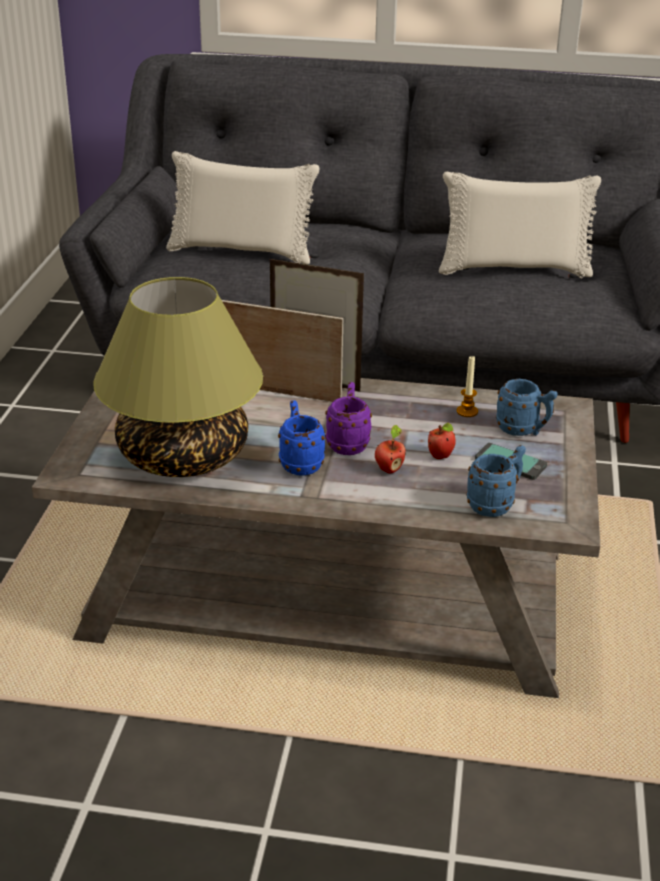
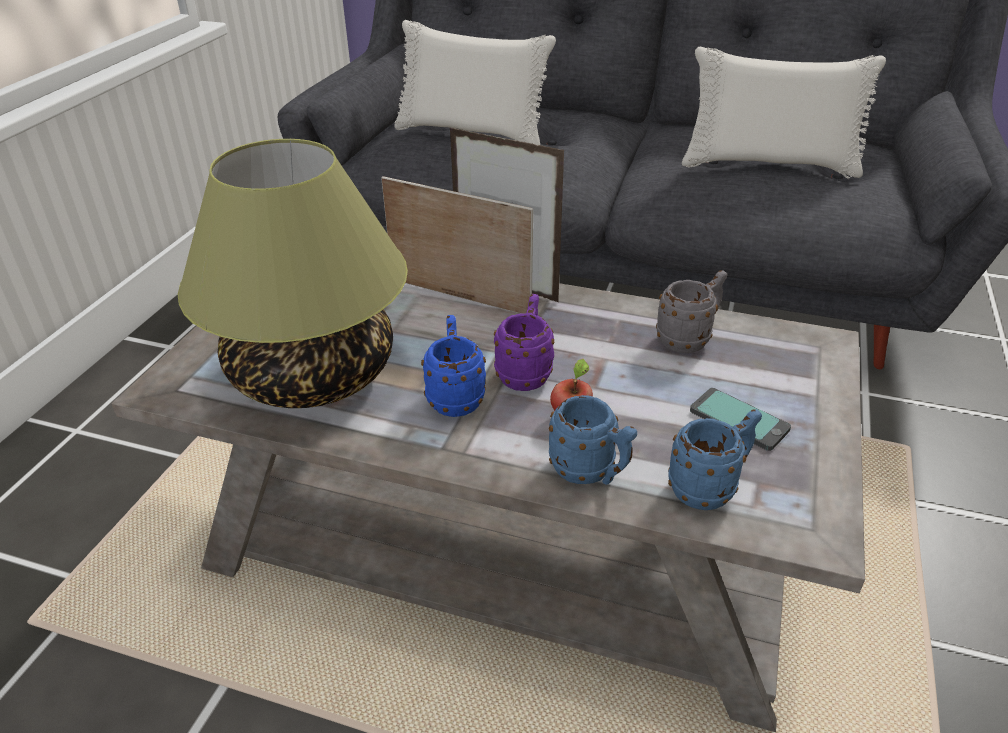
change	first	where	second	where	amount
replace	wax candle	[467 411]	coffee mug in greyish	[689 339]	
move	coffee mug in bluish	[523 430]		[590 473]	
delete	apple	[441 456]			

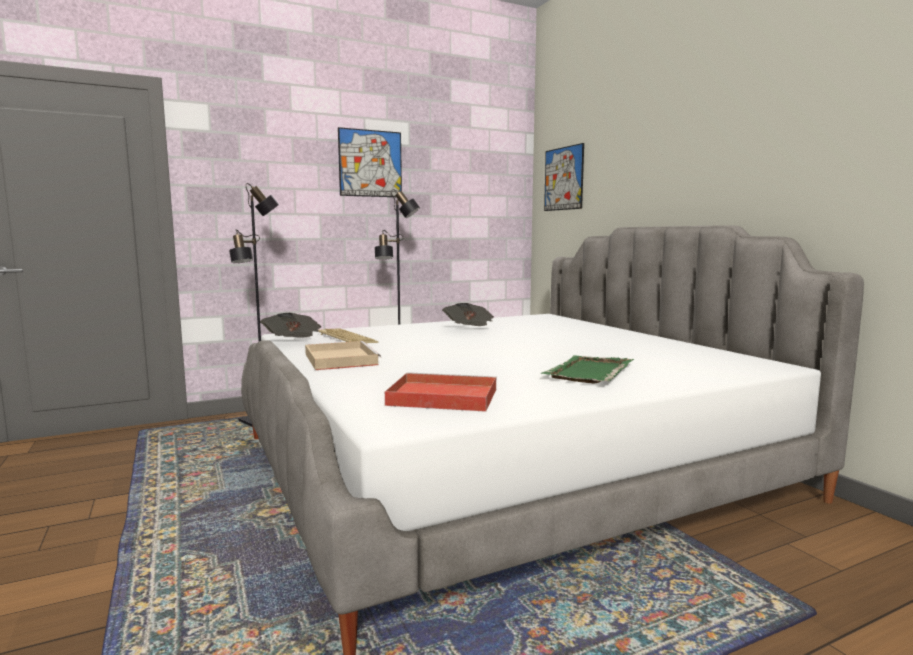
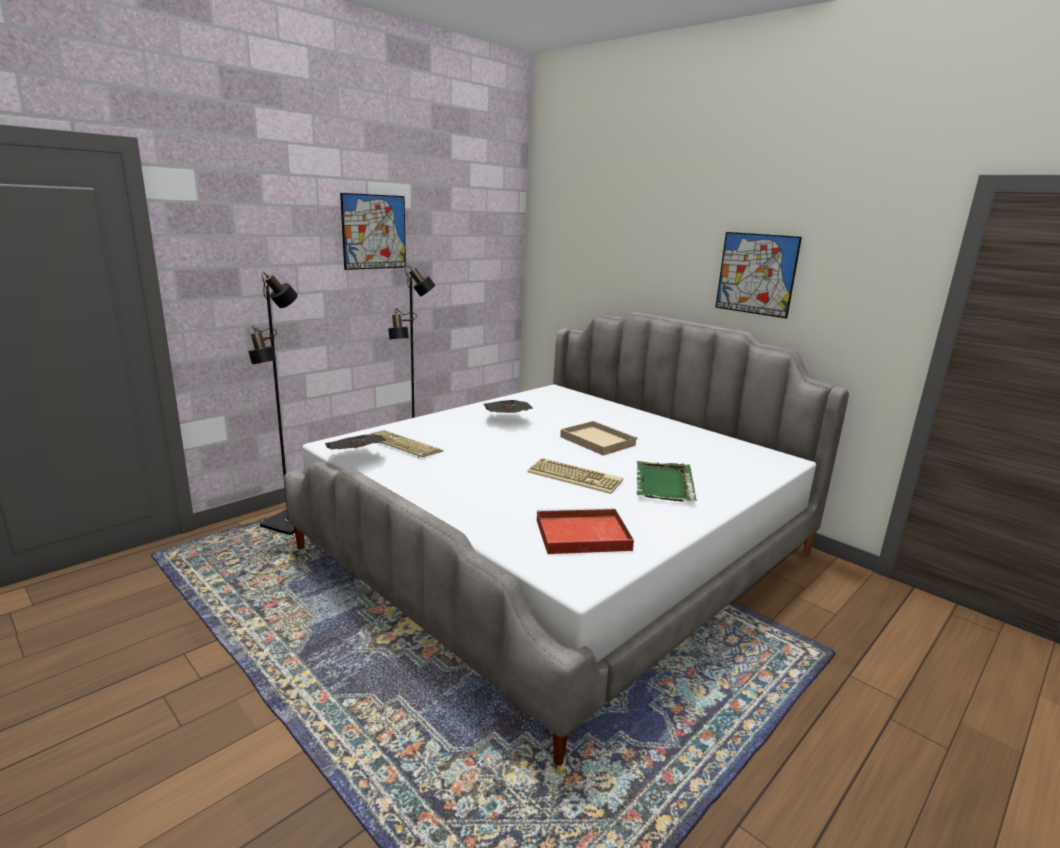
change	first	where	second	where	amount
move	wall picture	[563 178]		[756 274]	
move	carrying tray in sand-coloured	[340 359]		[596 440]	
insert			computer keyboard	[576 476]	

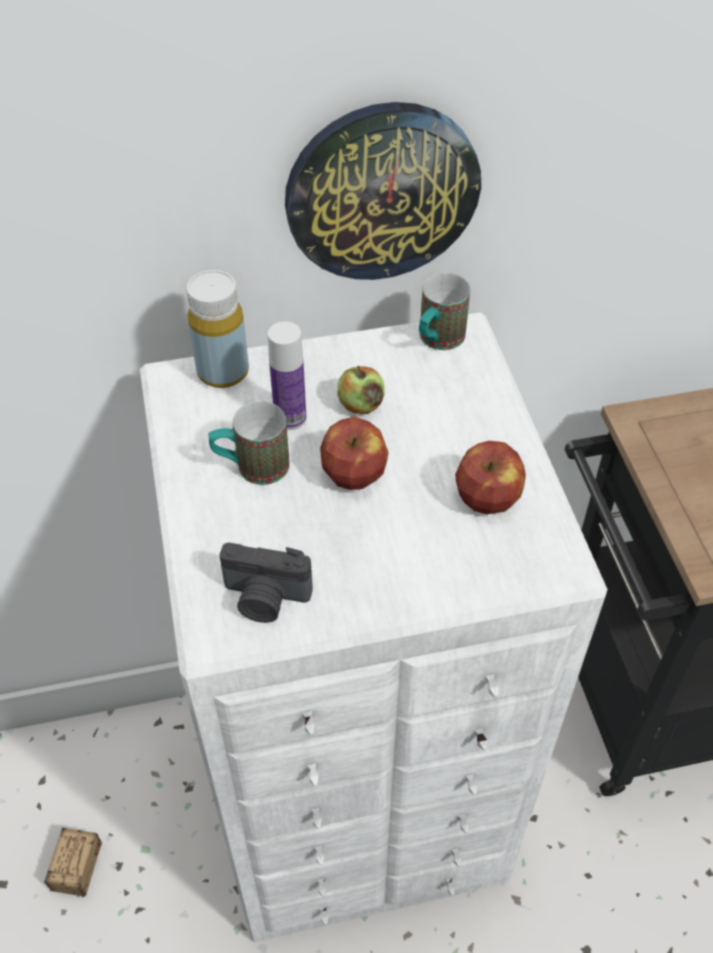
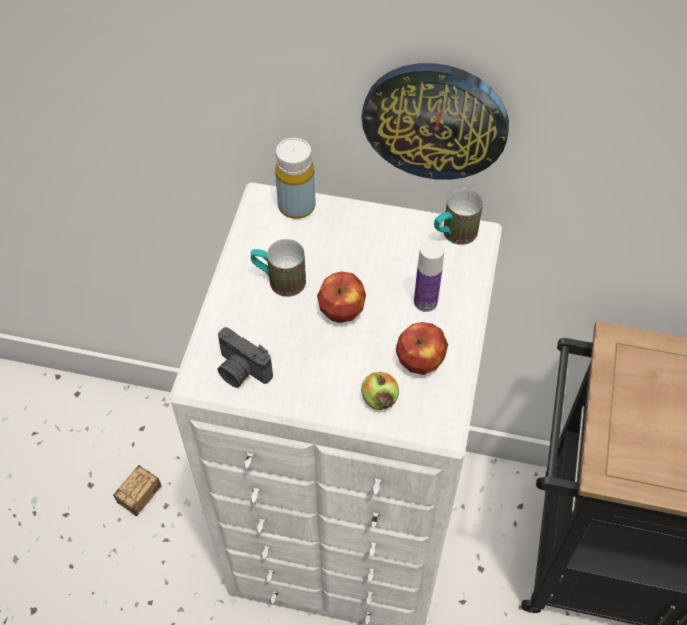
change	first	where	second	where	amount
move	bottle	[290 418]		[425 302]	
move	apple	[360 405]		[379 399]	

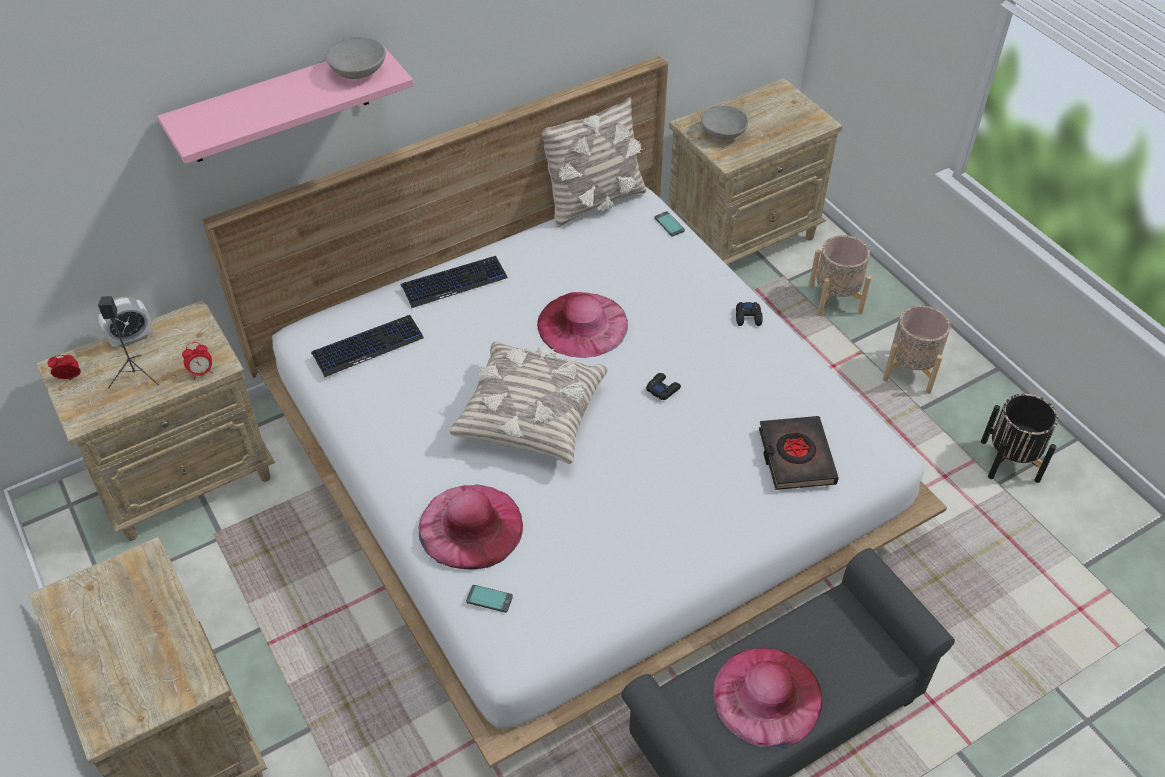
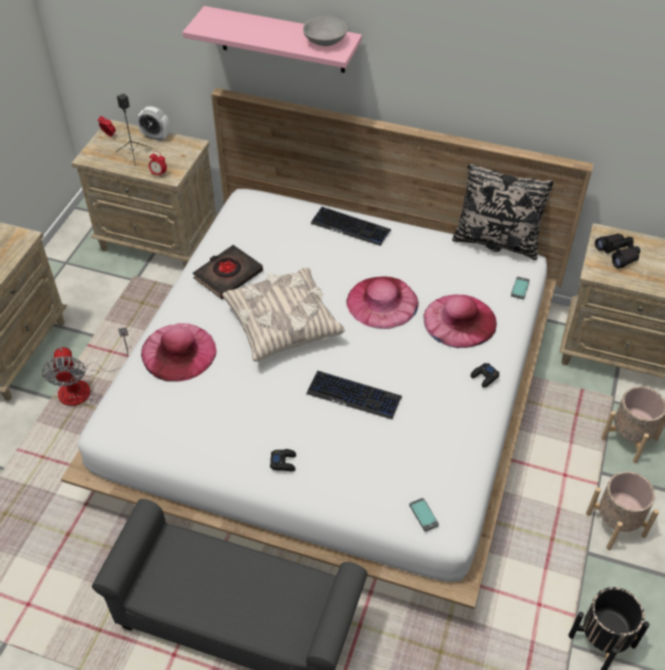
change	first	where	second	where	amount
recolor	pillow in sand-coloured	[594 202]	pillow in black-coloured	[496 242]	
replace	serving bowl in greyish	[723 133]	field glasses in black-coloured	[618 254]	
move	computer keyboard	[368 346]		[354 395]	
move	game controller in black-coloured	[663 389]		[283 462]	
move	book in black-coloured	[796 457]		[228 275]	
move	phone	[489 599]		[424 515]	
move	wearable hat in pinkish	[767 696]		[459 320]	
insert			electric fan	[84 386]	

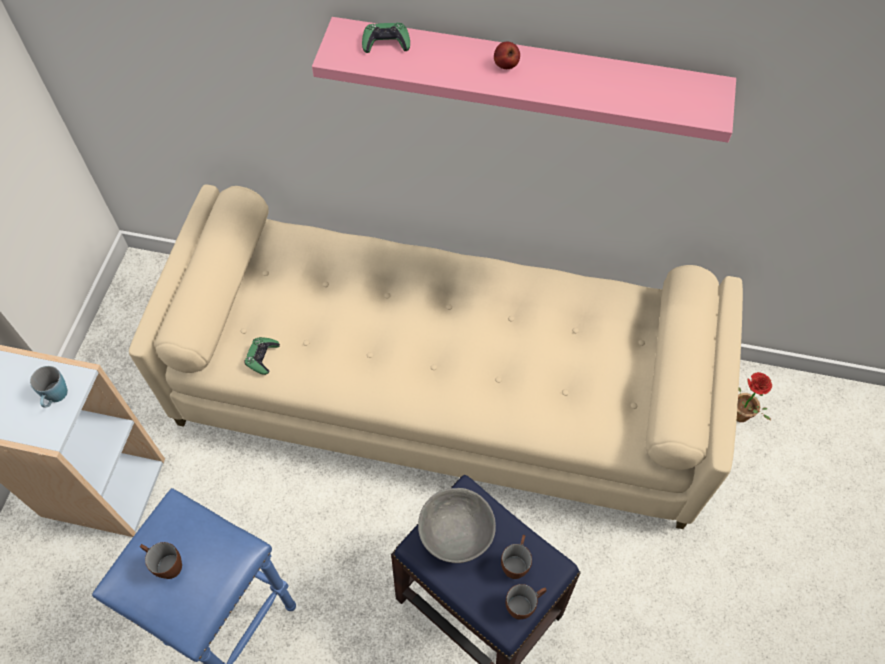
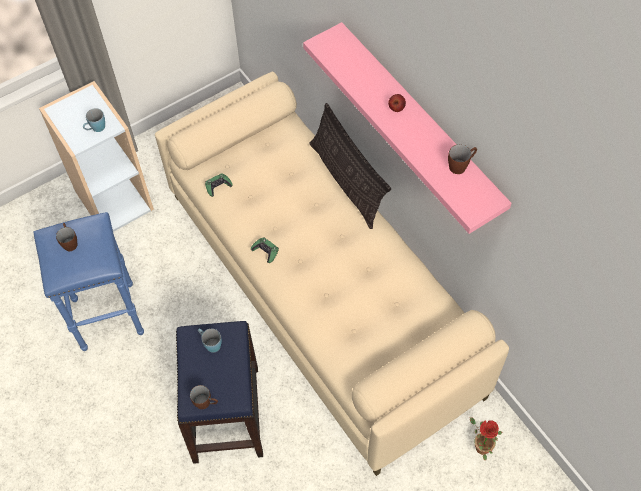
change	first	where	second	where	amount
move	game controller in greenish	[386 42]		[265 251]	
replace	serving bowl in greyish	[455 534]	coffee mug in bluish	[210 343]	
move	coffee mug in brownish	[516 562]		[461 165]	
insert			pillow	[347 182]	

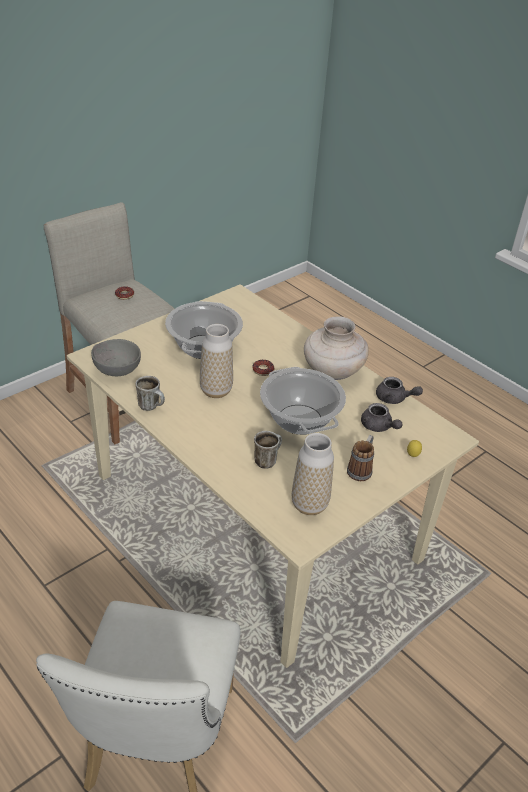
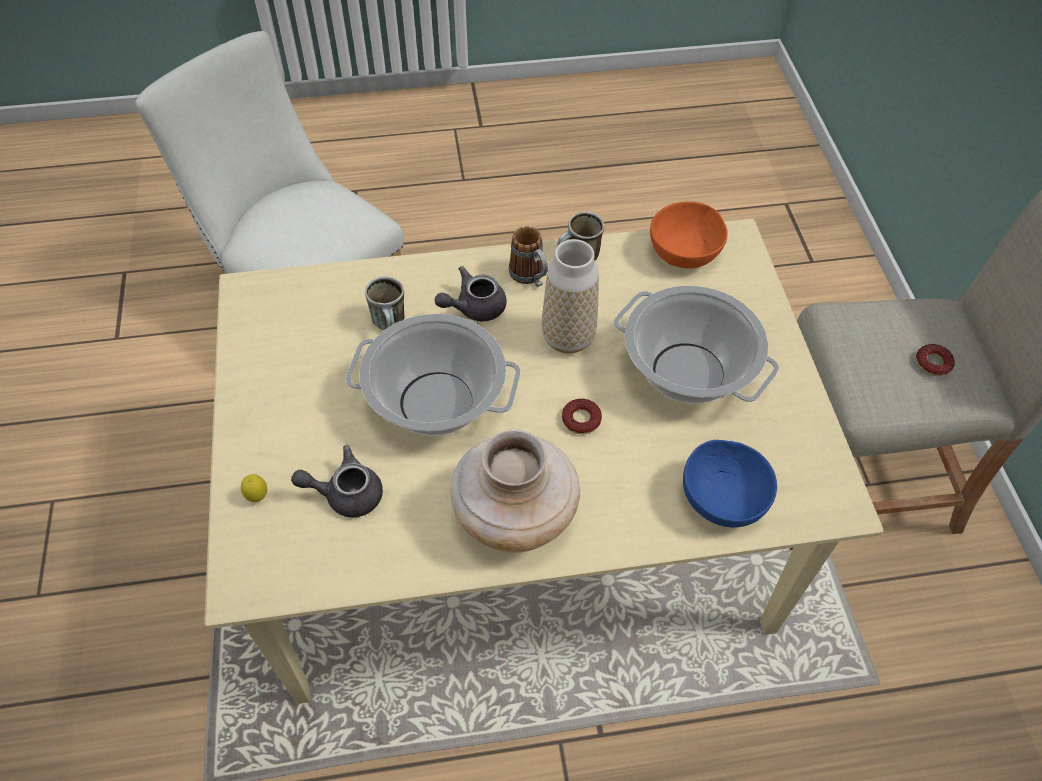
change	first	where	second	where	amount
recolor	serving bowl in greyish	[116 369]	serving bowl in orange-coloured	[686 253]	
move	tea pot in greyish	[394 399]		[474 307]	
delete	flower vase	[309 505]			
move	coffee mug	[361 469]		[530 277]	
insert			serving bowl in bluish	[722 497]	

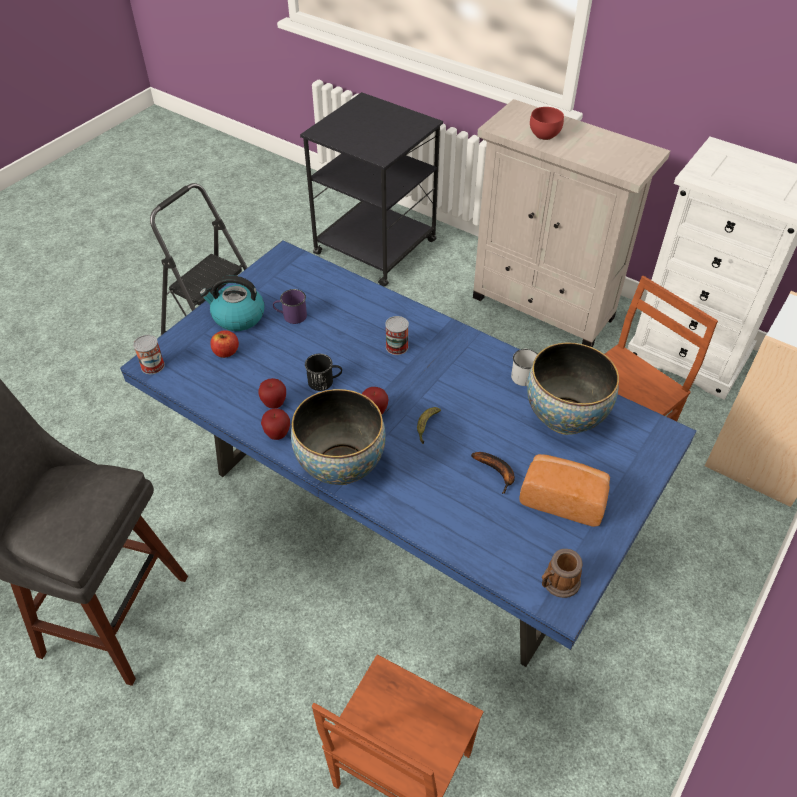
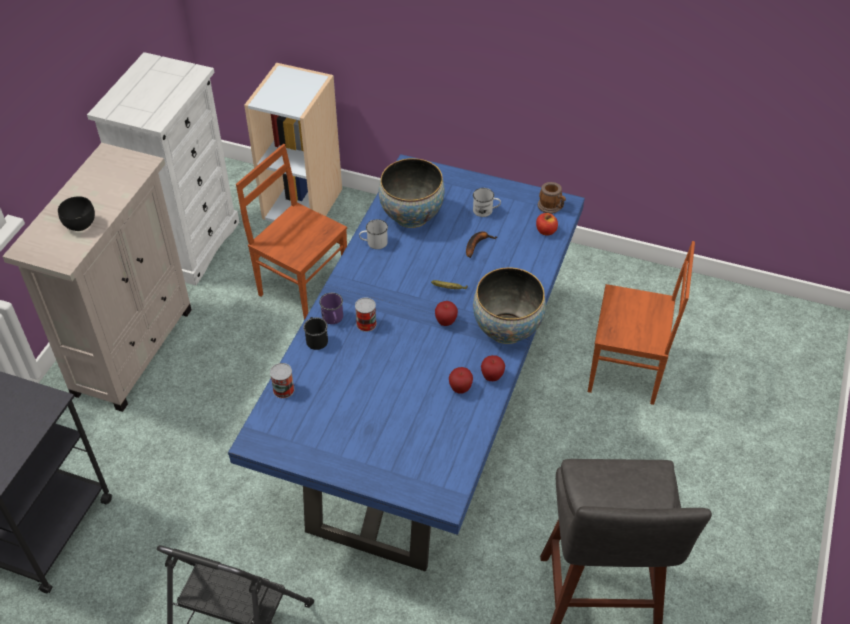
change	first	where	second	where	amount
recolor	serving bowl in red-coloured	[543 135]	serving bowl in black-coloured	[80 225]	
delete	tea kettle	[237 317]			
move	coffee mug in purple-coloured	[291 316]		[333 319]	
move	apple	[226 352]		[545 231]	
move	sealed can	[152 366]		[283 389]	
move	coffee mug in black-coloured	[325 382]		[316 339]	
replace	baked bread	[563 499]	coffee mug in white-coloured	[486 210]	

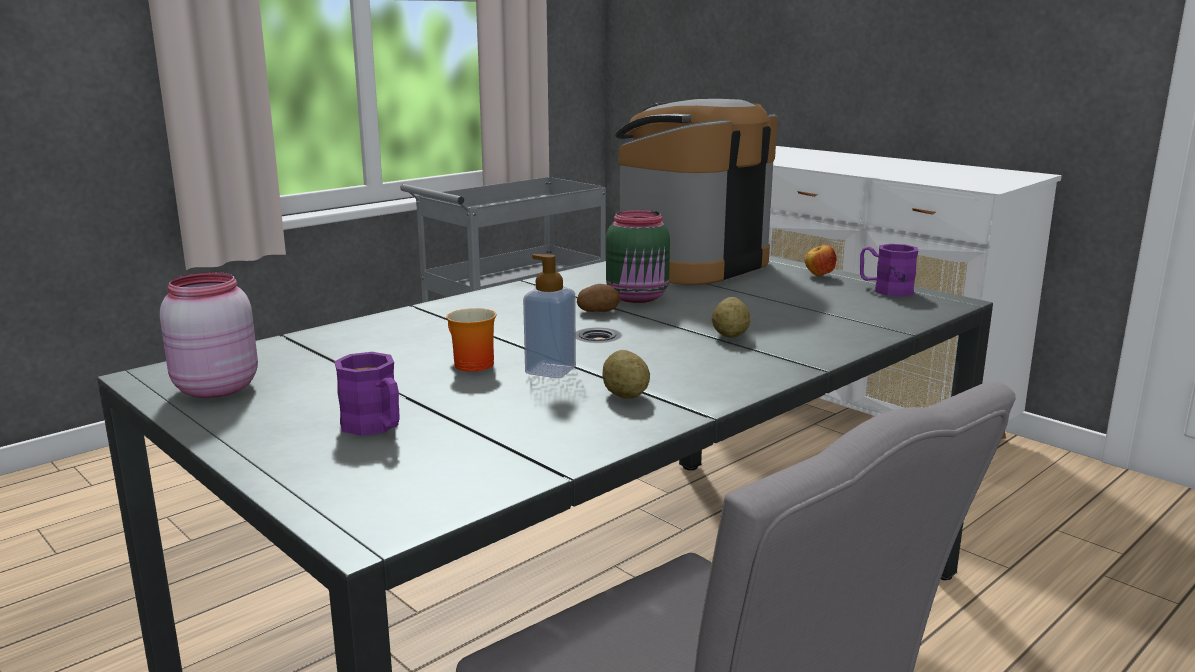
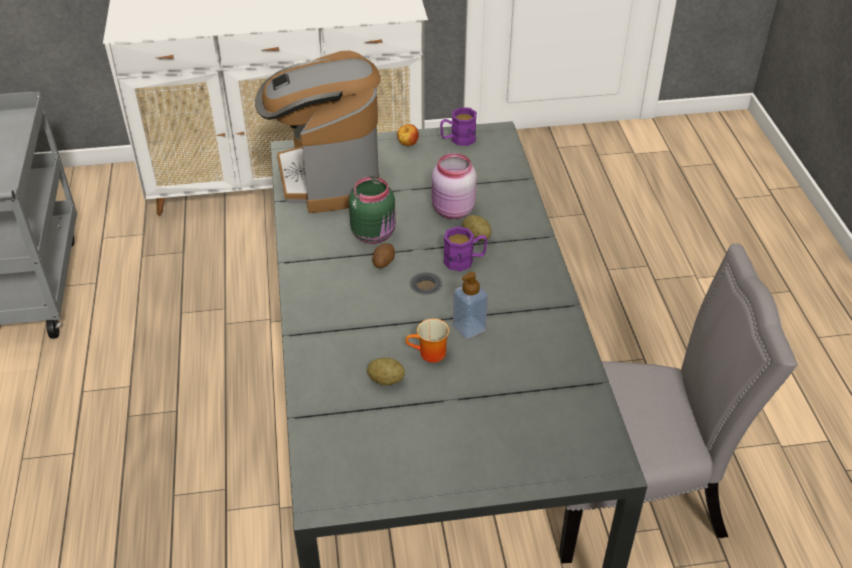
change	first	where	second	where	amount
move	storage jar in pinkish	[213 388]		[452 210]	
move	spud	[625 395]		[386 380]	
move	coffee mug in purple-coloured	[376 427]		[464 260]	

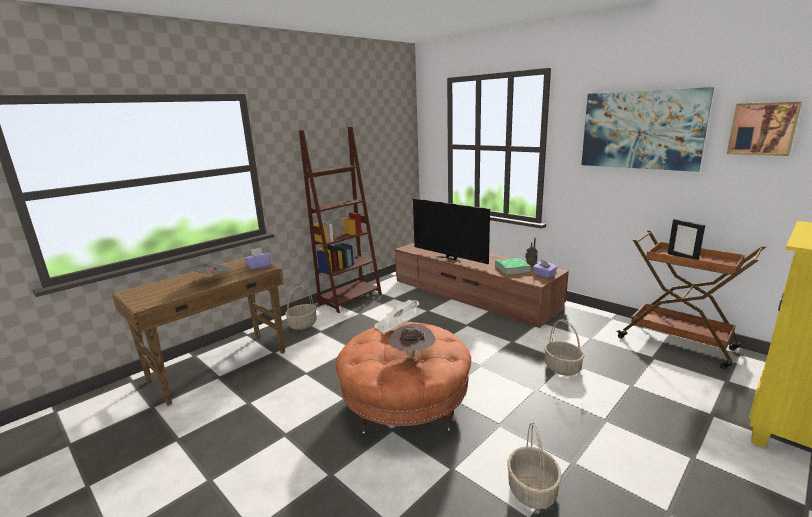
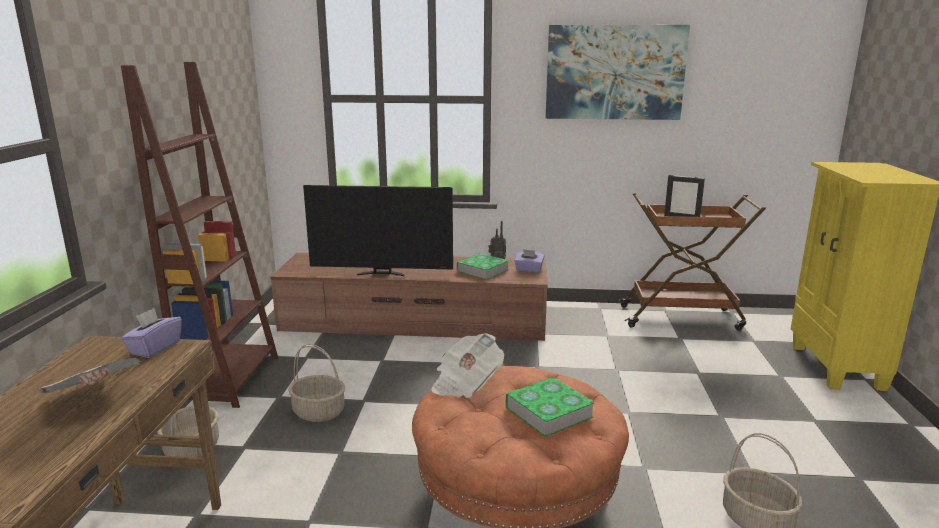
change	first	where	second	where	amount
delete	wall picture	[762 129]			
move	storage basket	[562 368]		[319 412]	
replace	wearable hat in brownish	[412 356]	book	[548 412]	

